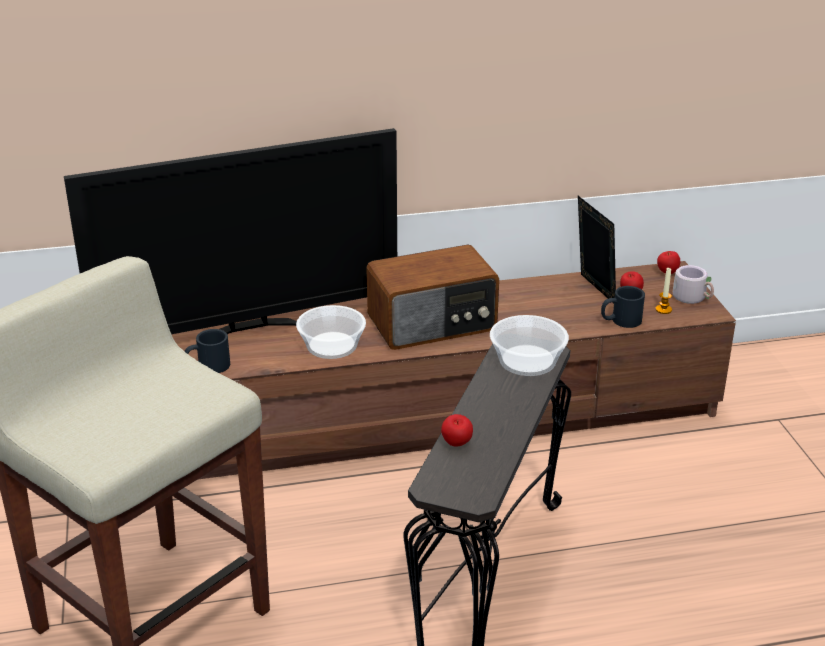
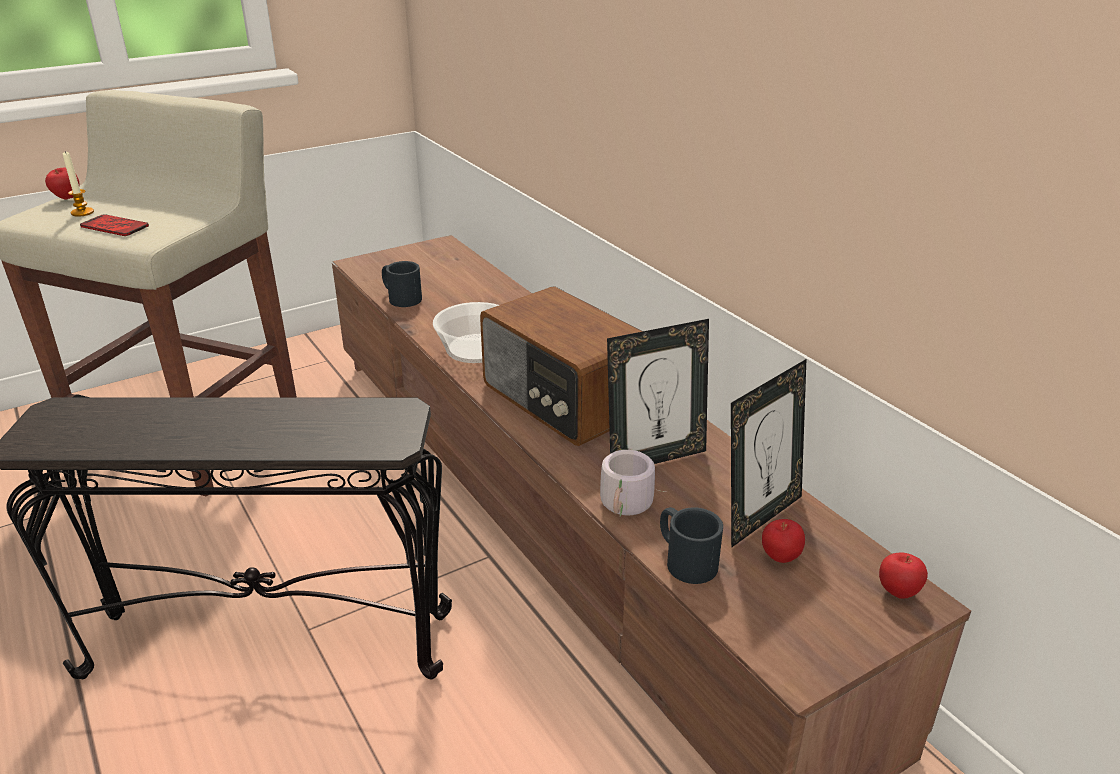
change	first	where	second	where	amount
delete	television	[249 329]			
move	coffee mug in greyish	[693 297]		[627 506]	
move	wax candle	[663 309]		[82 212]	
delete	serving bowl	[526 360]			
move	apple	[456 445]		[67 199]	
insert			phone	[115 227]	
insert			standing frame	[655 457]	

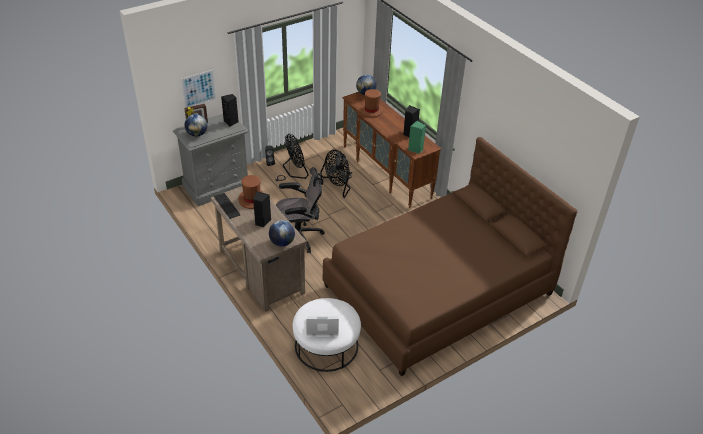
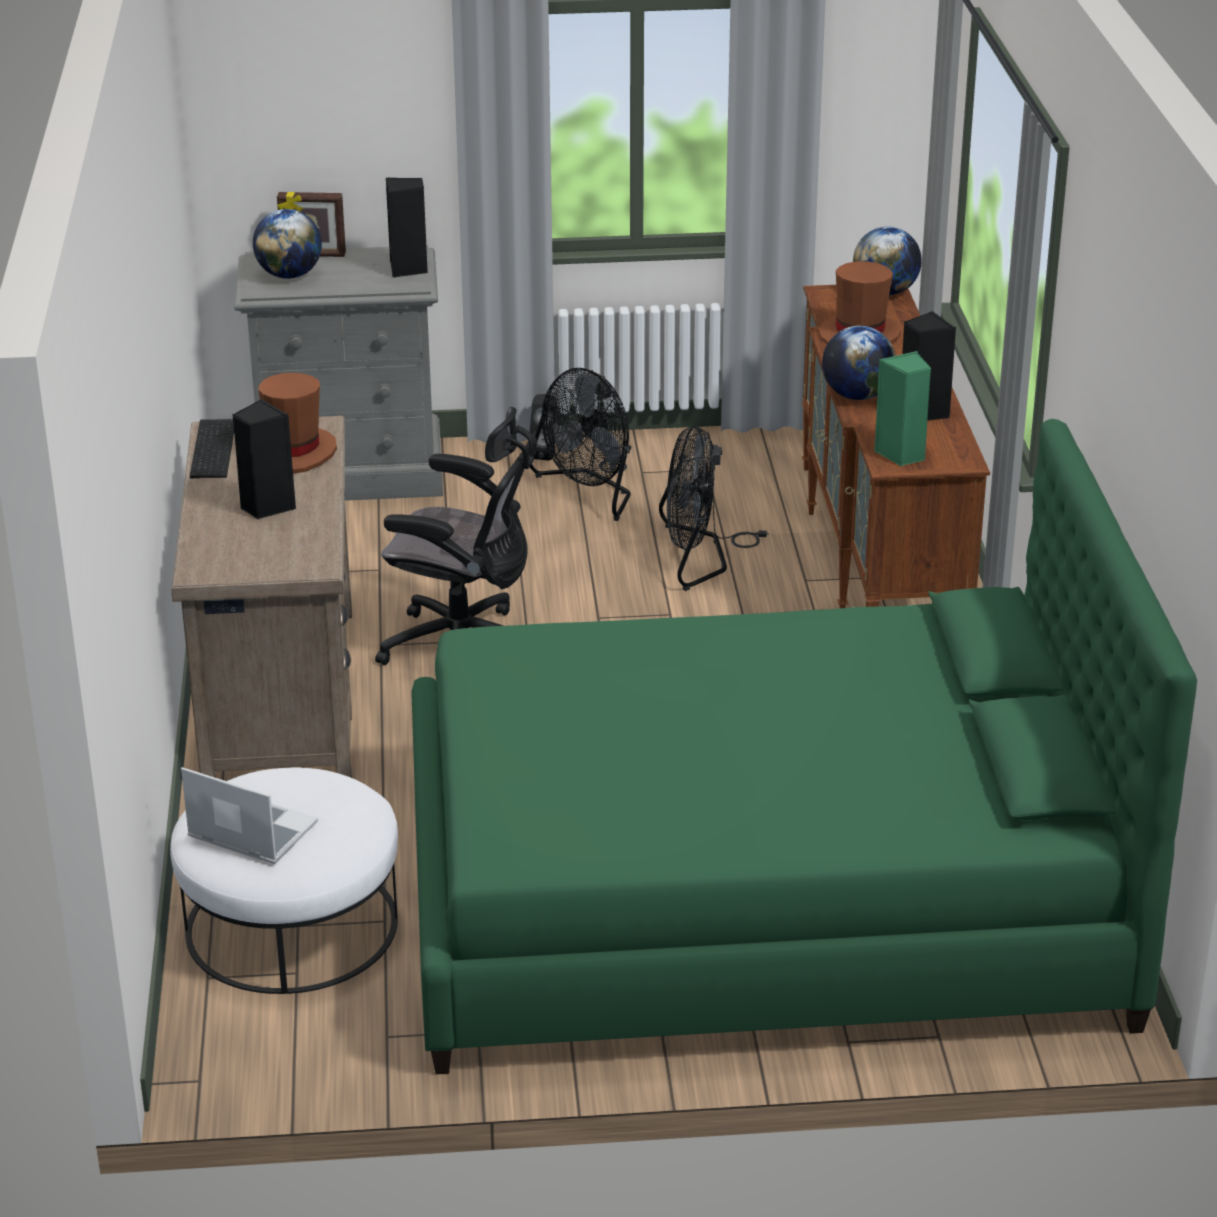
change	first	where	second	where	amount
delete	wall picture	[198 89]			
rotate	electric fan in black-coloured	[292 171]		[592 488]	135 degrees clockwise
recolor	sleeping bed in brownish	[438 290]	sleeping bed in greenish	[761 899]	
move	world globe	[282 242]		[857 396]	

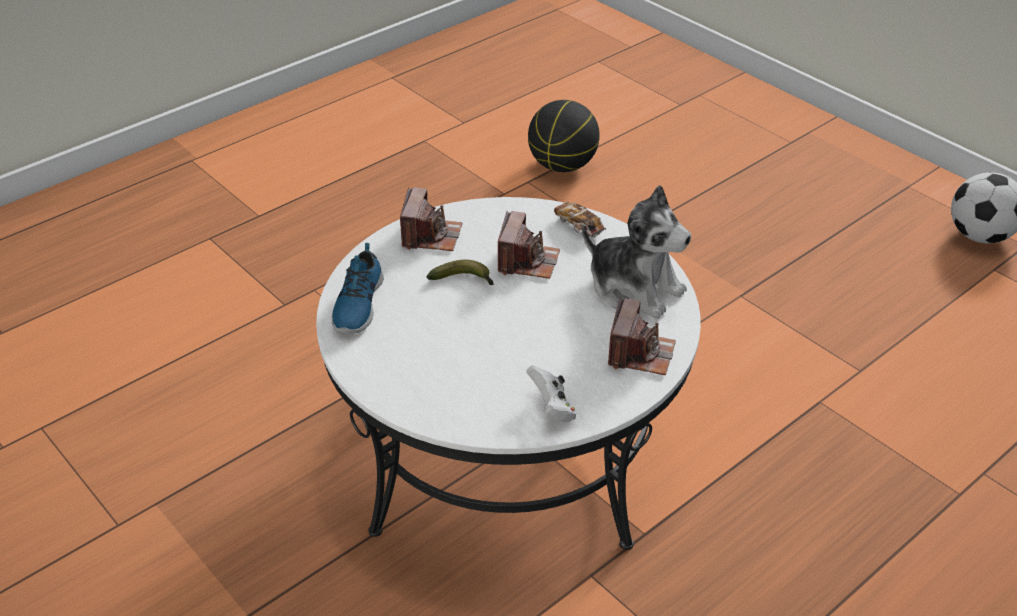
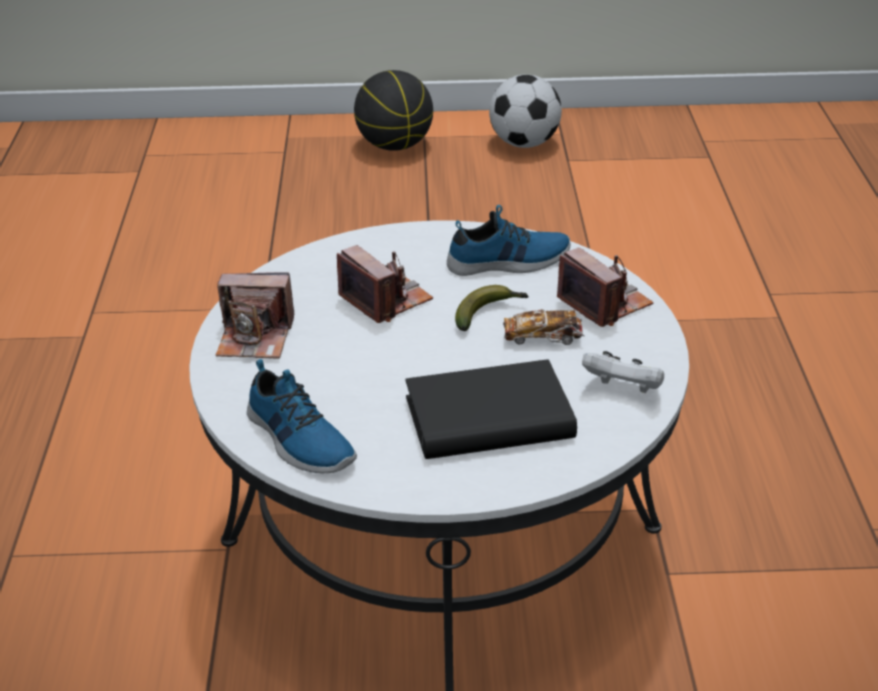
change	first	where	second	where	amount
move	ball for basketball	[562 166]		[394 146]	
replace	plush toy	[634 288]	item of footwear	[509 262]	
rotate	photo camera	[431 236]		[255 338]	135 degrees clockwise
move	toy car	[579 226]		[543 338]	
move	whole banana	[464 280]		[489 314]	
insert			book in black-coloured	[489 418]	

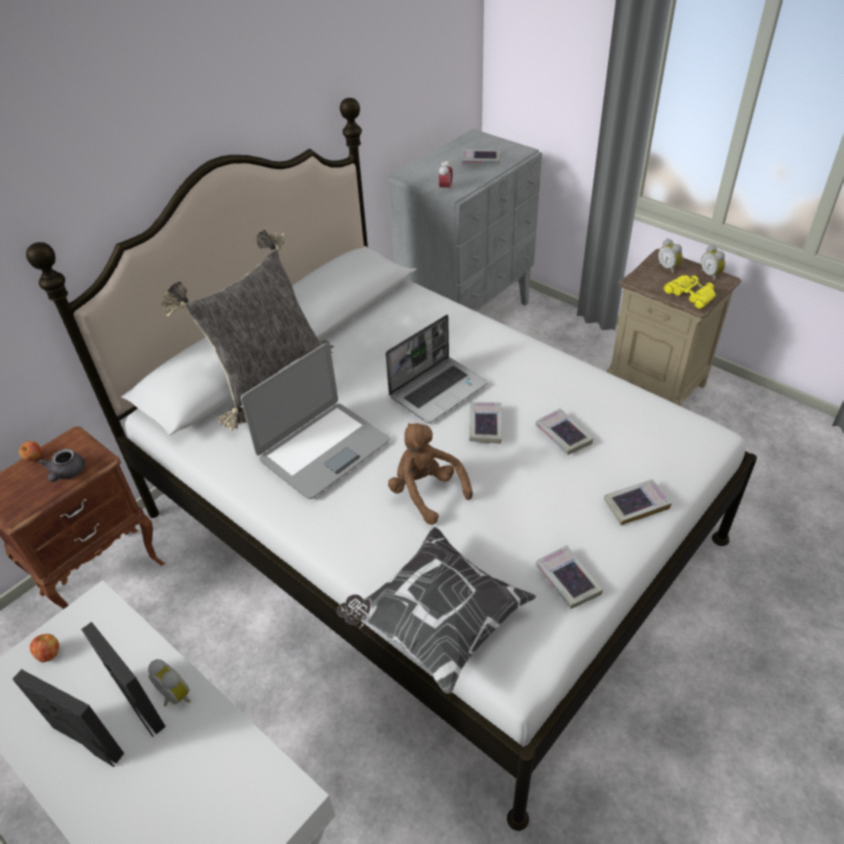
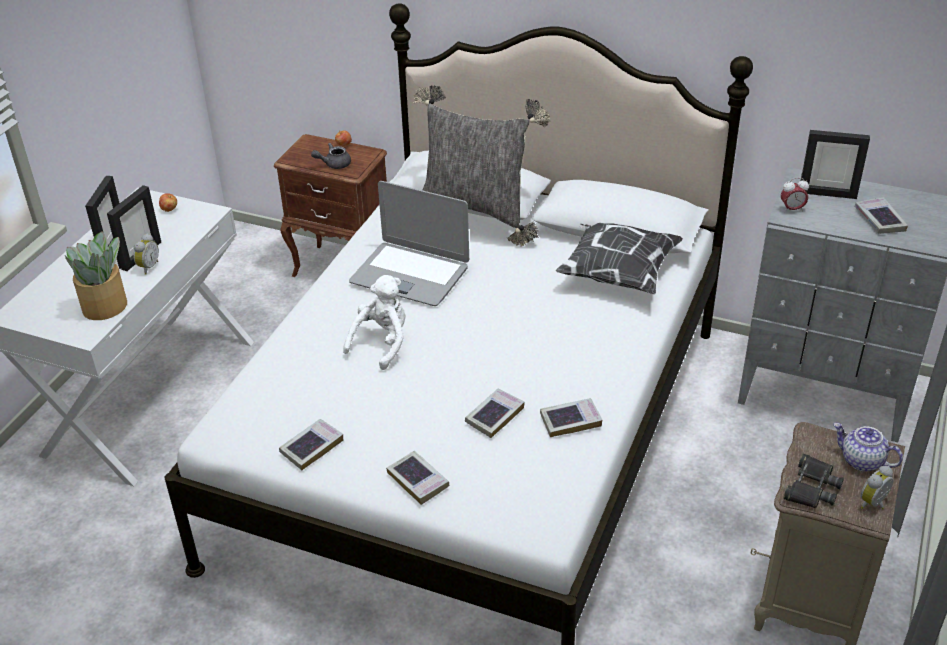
change	first	where	second	where	amount
replace	bedside clock	[668 268]	tea pot	[861 461]	
recolor	field glasses in yellow-coloured	[690 295]	field glasses in black-coloured	[811 487]	
delete	notebook computer	[438 390]			
move	book	[485 425]		[570 421]	
recolor	plush toy in brownish	[426 492]	plush toy in white-coloured	[382 343]	
move	pillow	[436 622]		[616 272]	
insert			standing frame	[827 193]	
insert			houseplant	[106 306]	

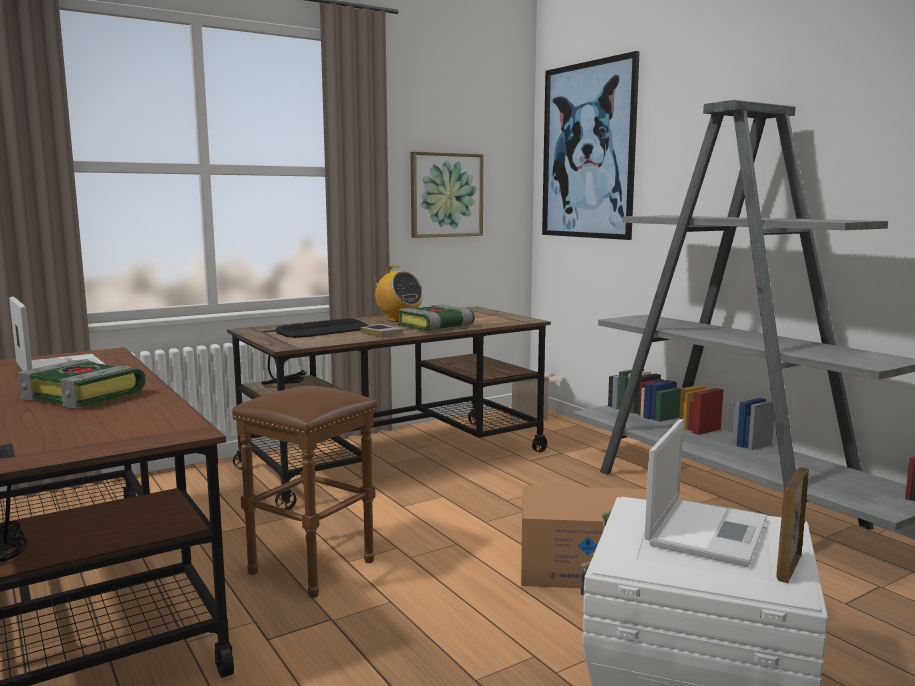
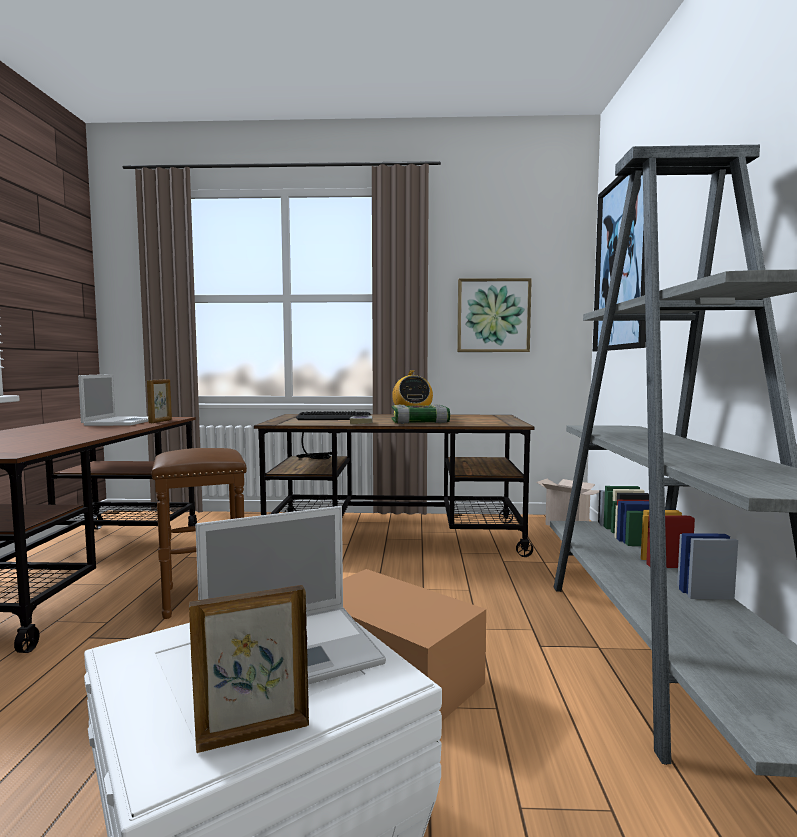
change	first	where	second	where	amount
delete	book	[85 395]			
insert			standing frame	[161 421]	

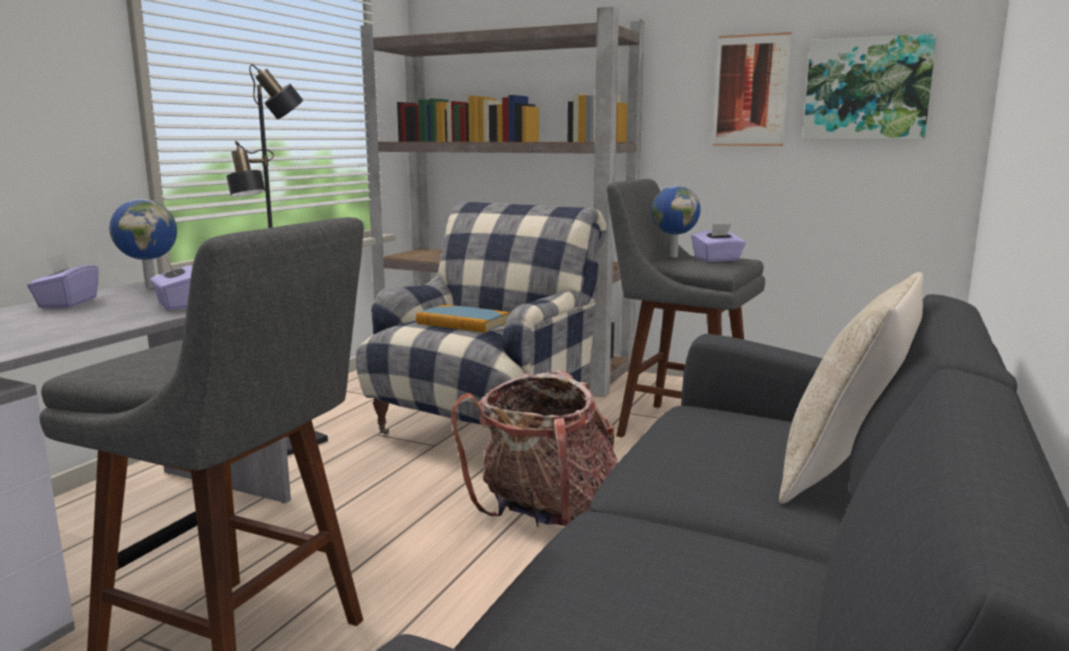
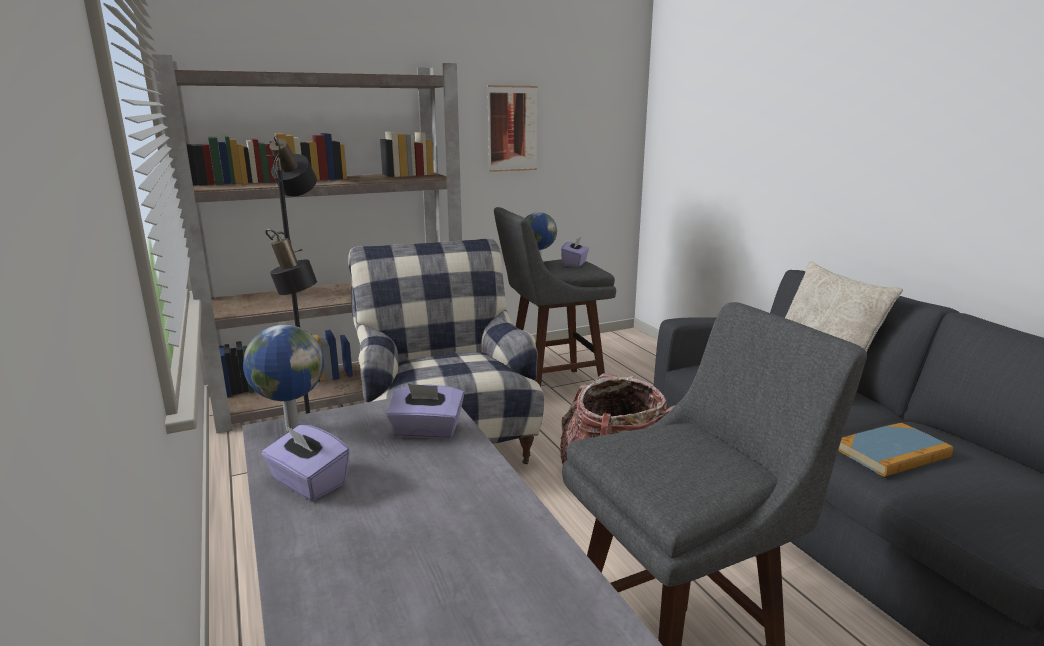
change	first	where	second	where	amount
delete	wall picture	[867 89]			
move	book	[463 323]		[893 453]	

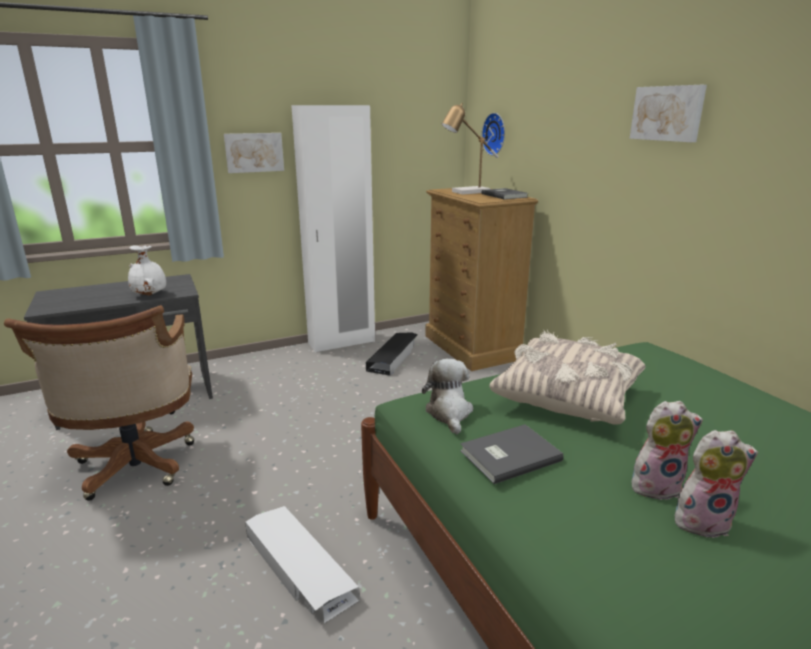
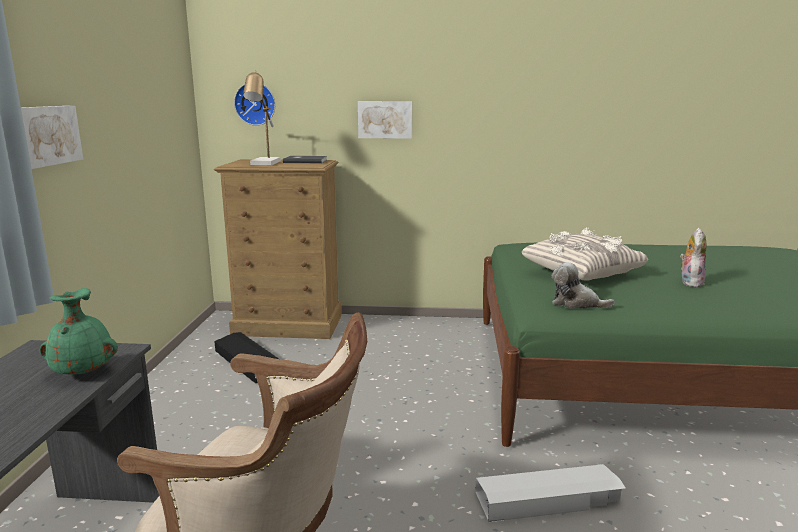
change	first	where	second	where	amount
move	wall picture	[668 113]		[385 119]	
delete	wardrobe in white-coloured	[341 342]			
recolor	flower vase in white-coloured	[150 295]	flower vase in greenish	[84 372]	
delete	book in greyish	[508 455]			
delete	plush toy	[702 520]			

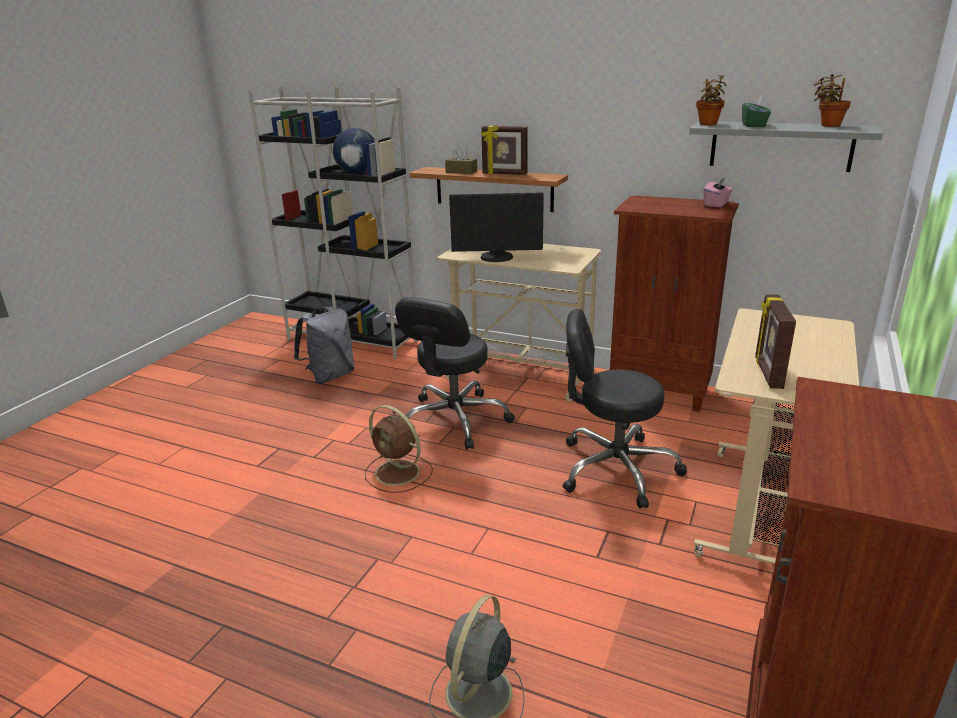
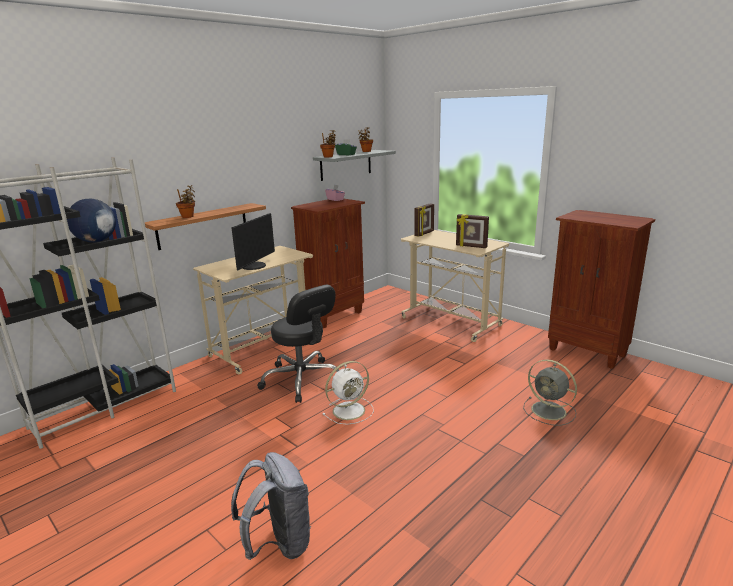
change	first	where	second	where	amount
move	standing frame	[504 174]		[424 234]	
replace	box of tissues in brownish	[461 172]	houseplant	[188 217]	
move	backpack in greyish	[330 376]		[279 544]	
delete	desk chair in black-coloured	[610 469]			
recolor	electric fan in brownish	[399 473]	electric fan in white-coloured	[350 410]	

